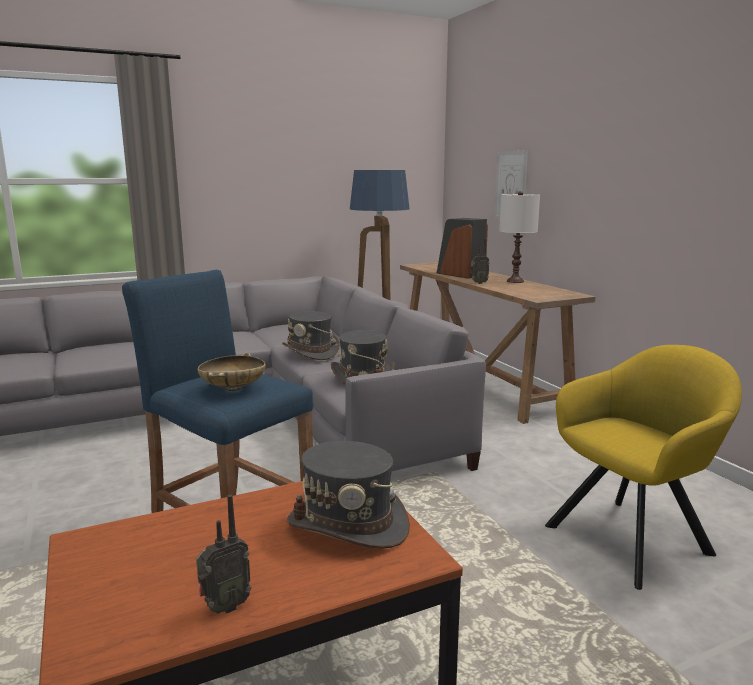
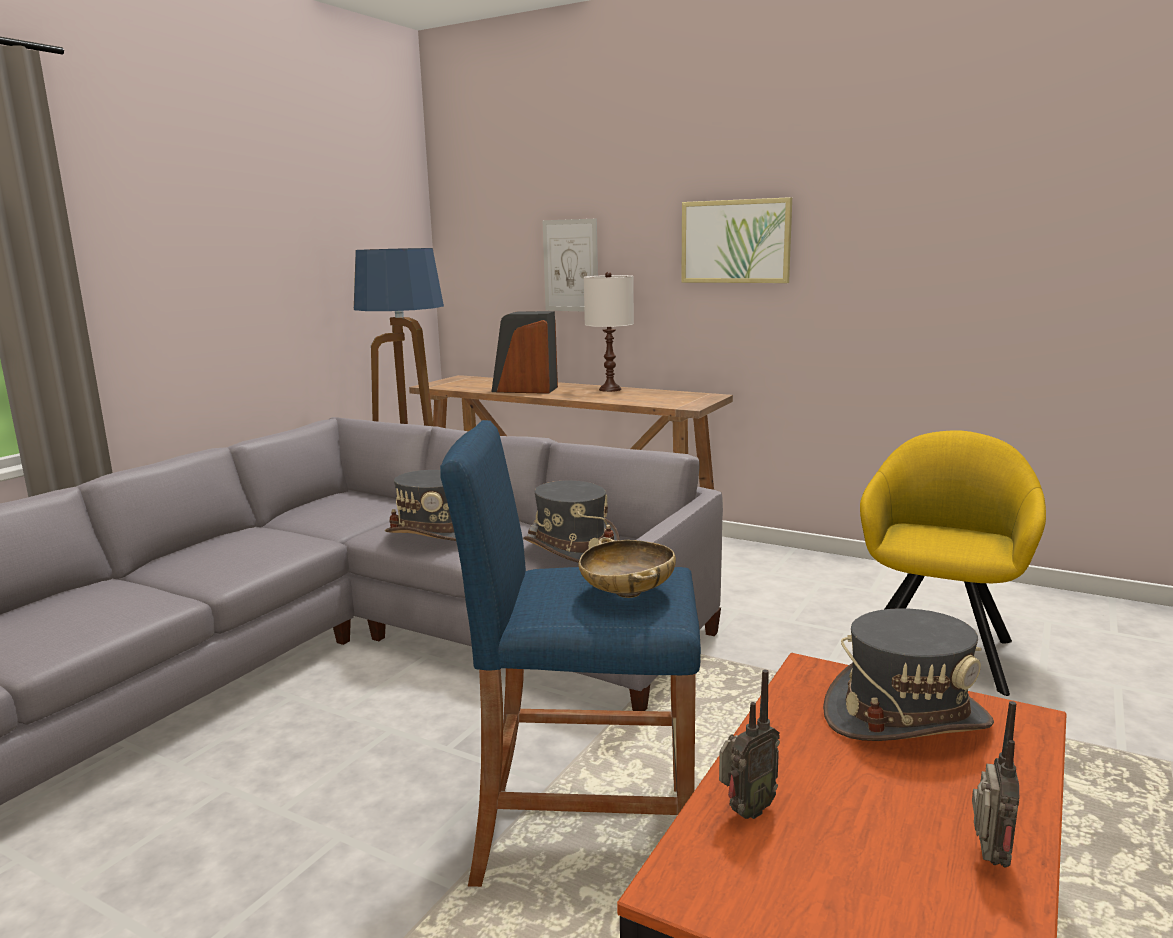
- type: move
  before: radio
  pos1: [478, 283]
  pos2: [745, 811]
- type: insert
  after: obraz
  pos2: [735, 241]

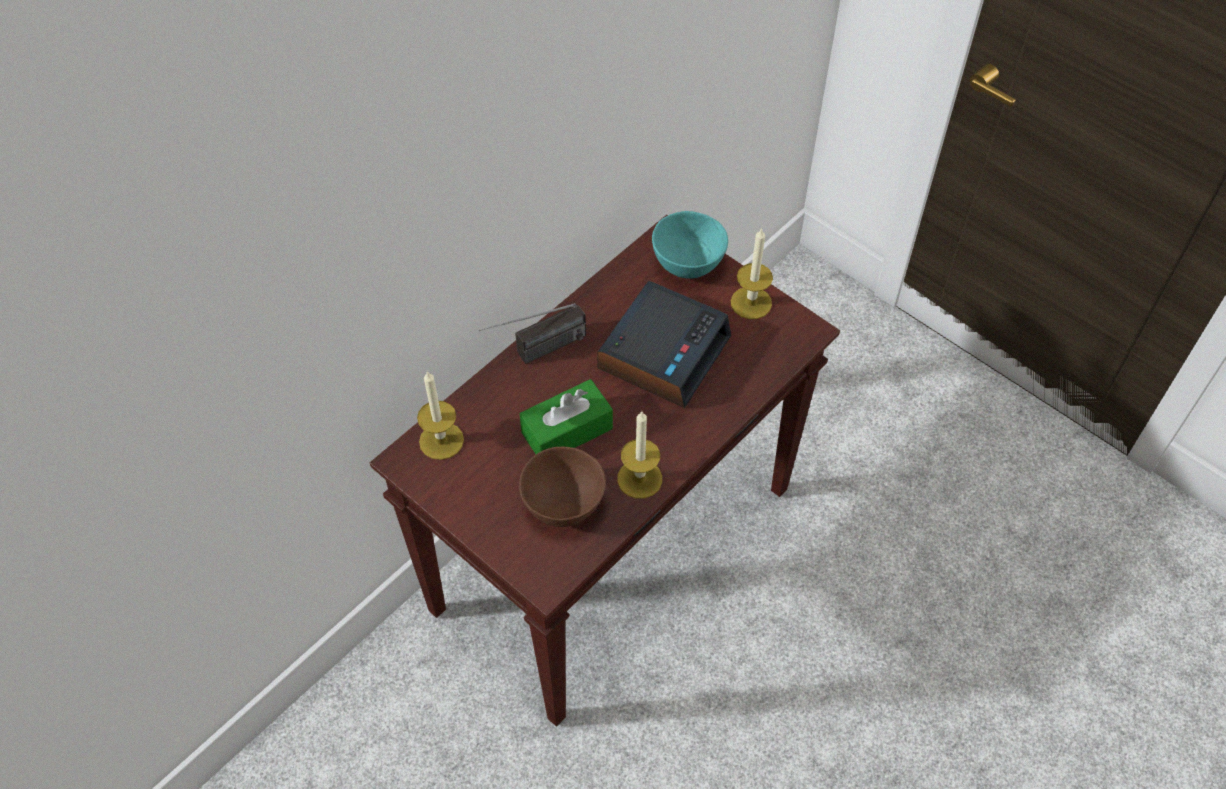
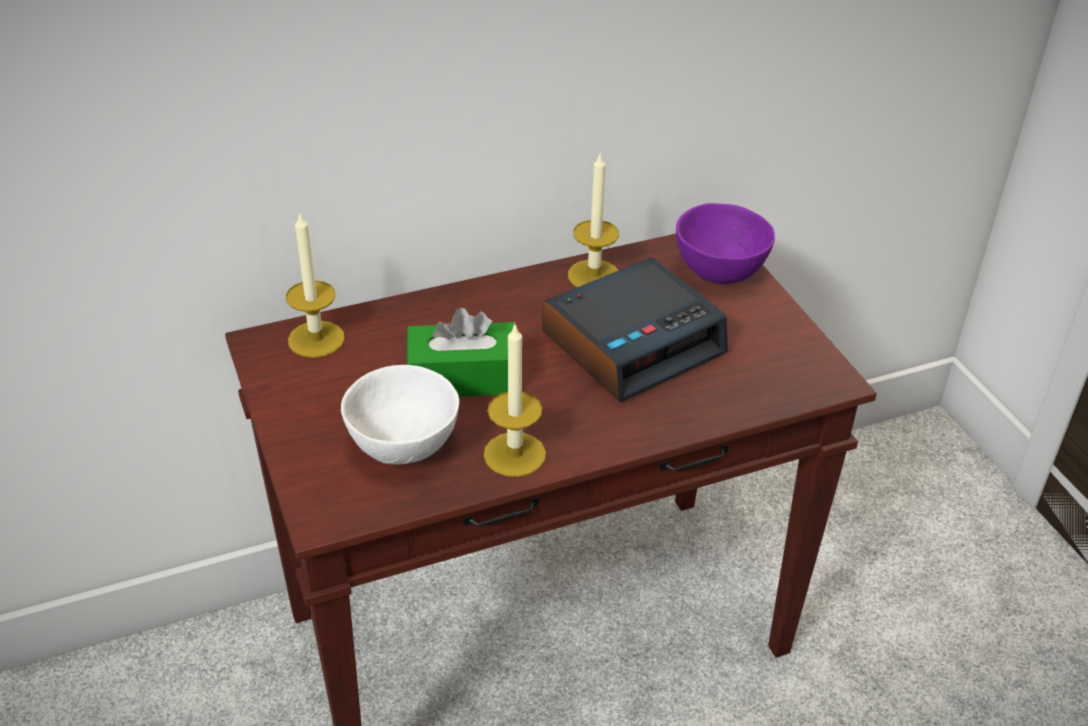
- type: delete
  before: radio
  pos1: [536, 353]
- type: recolor
  before: miska/brązowy
  after: miska/biały
  pos1: [565, 505]
  pos2: [405, 448]
- type: recolor
  before: miska/turkusowy
  after: miska/fioletowy
  pos1: [687, 264]
  pos2: [718, 272]
- type: move
  before: świeca
  pos1: [751, 303]
  pos2: [593, 275]

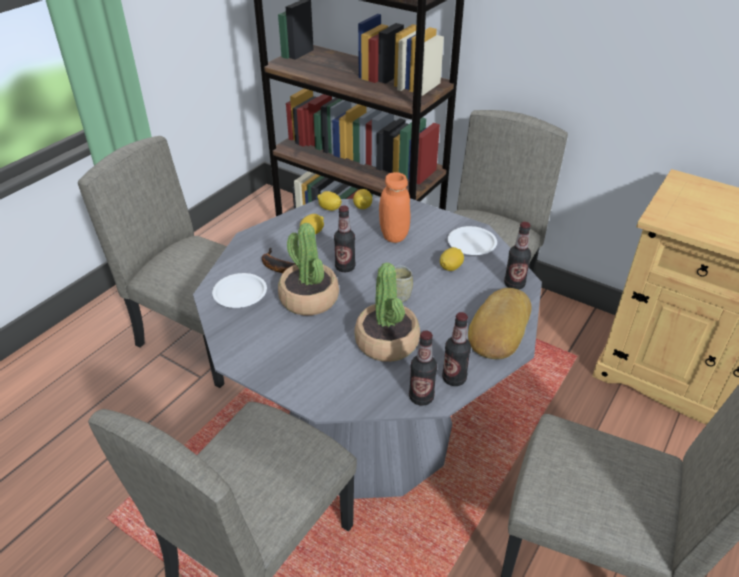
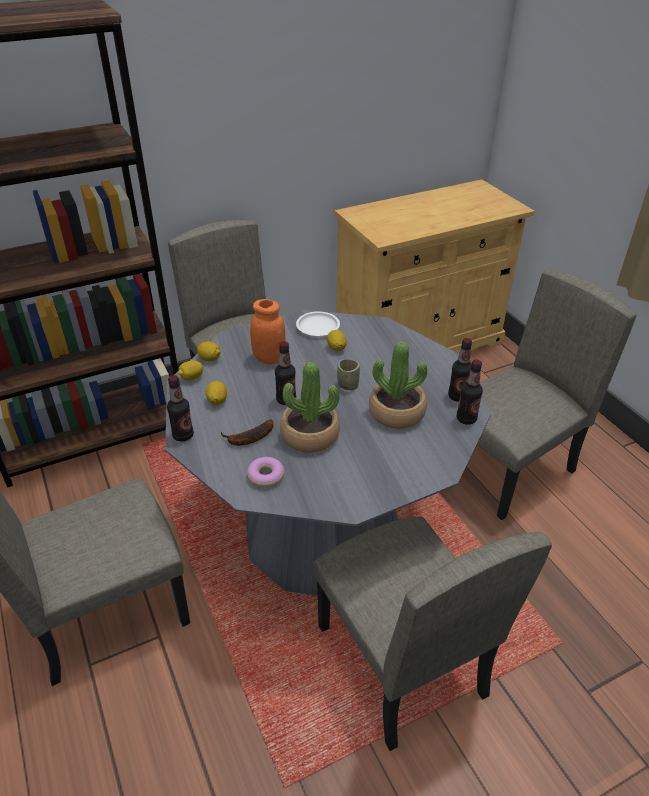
- type: replace
  before: talerz/biały
  after: donut
  pos1: [240, 294]
  pos2: [265, 476]
- type: delete
  before: chleb
  pos1: [497, 328]
- type: move
  before: butelka
  pos1: [514, 284]
  pos2: [183, 435]

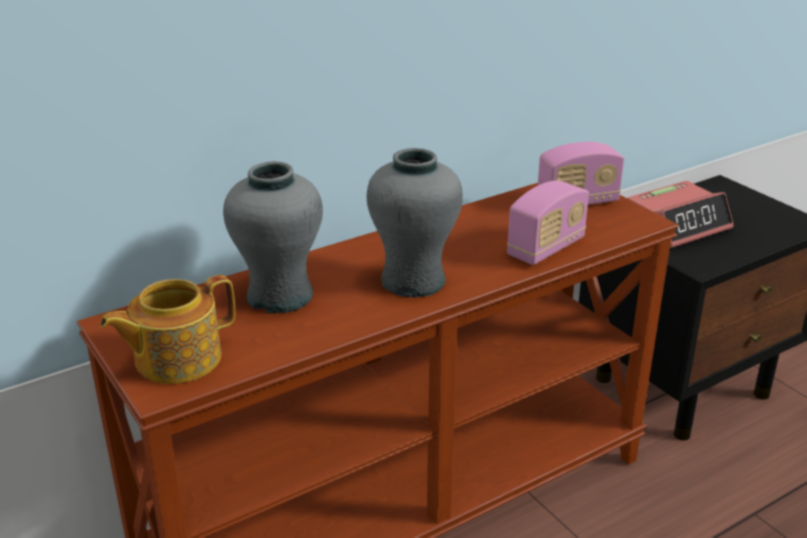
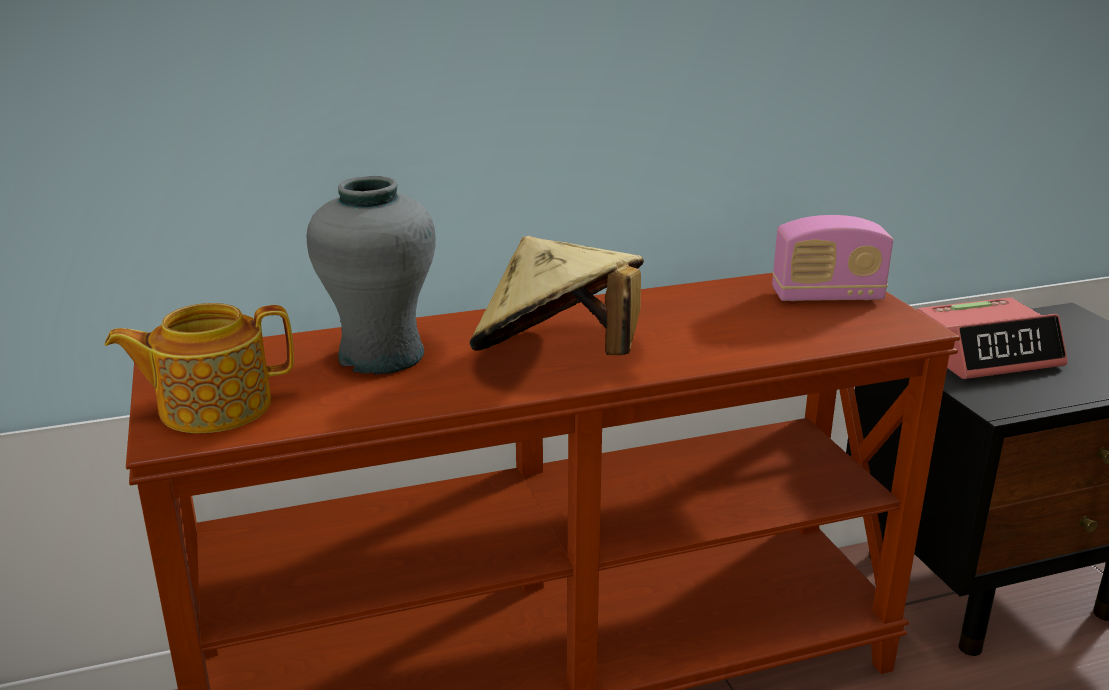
- type: replace
  before: wazon/szary
  after: kapelusz/beżowy
  pos1: [412, 280]
  pos2: [557, 358]
- type: delete
  before: radio
  pos1: [546, 248]

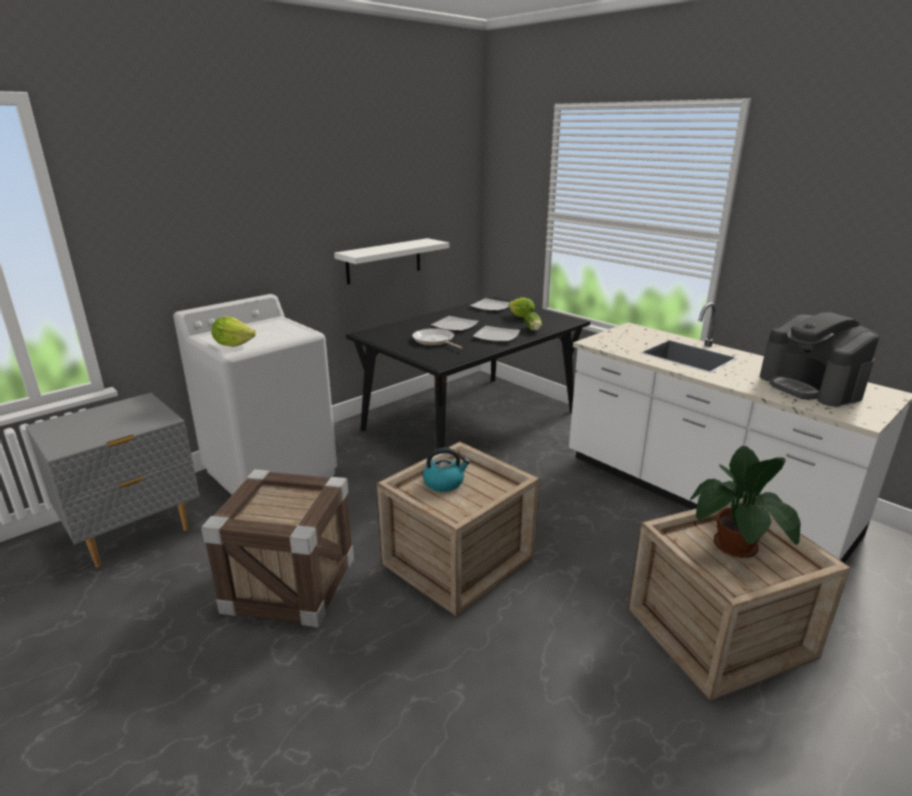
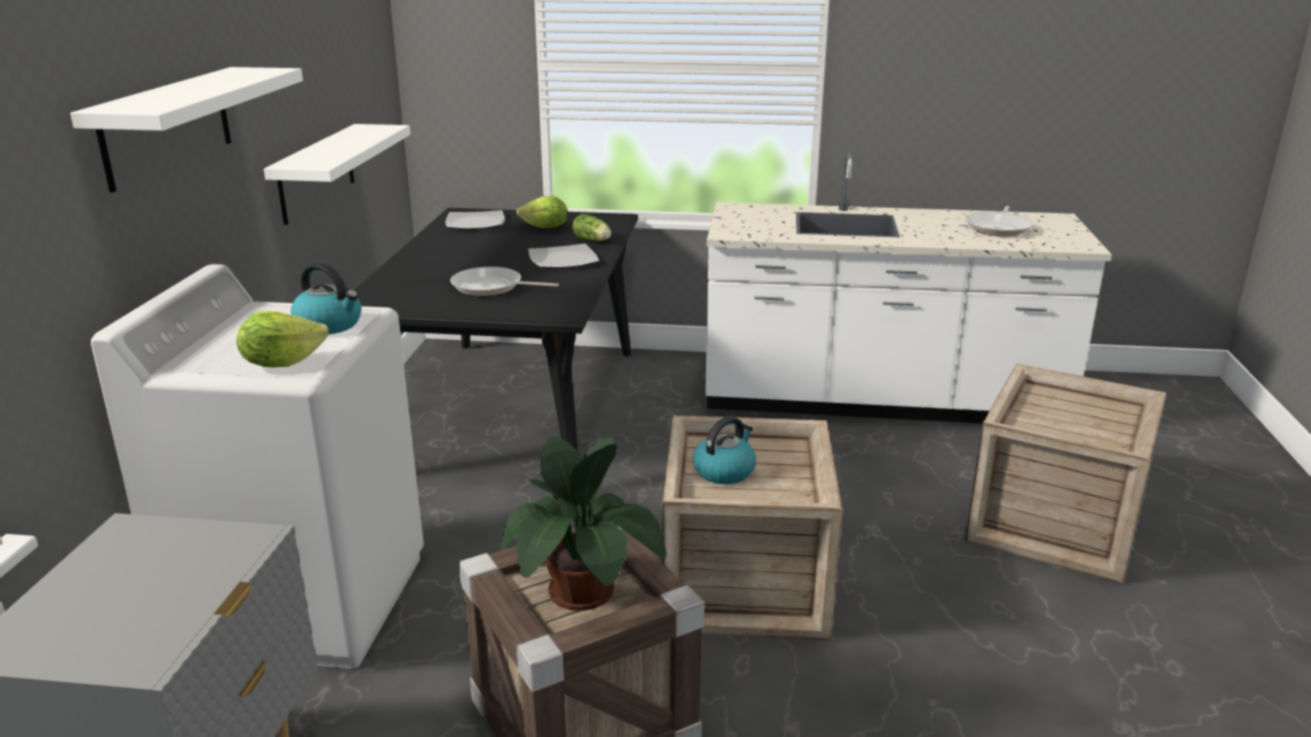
- type: delete
  before: talerz
  pos1: [455, 326]
- type: move
  before: roślina doniczkowa
  pos1: [735, 546]
  pos2: [582, 594]
- type: replace
  before: ekspres do kawy
  after: patelnia
  pos1: [810, 387]
  pos2: [998, 228]
- type: insert
  after: półka/biały
  pos2: [167, 126]
- type: insert
  after: czajnik
  pos2: [330, 325]

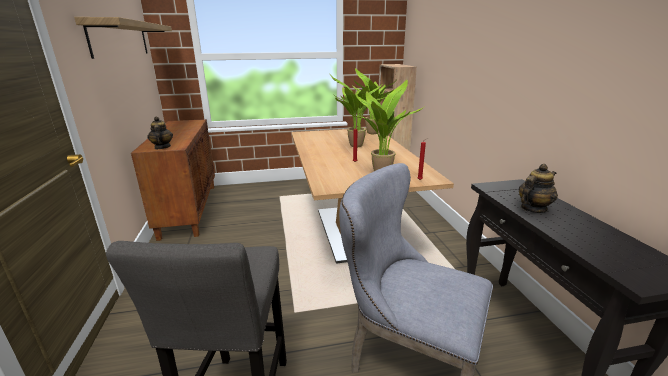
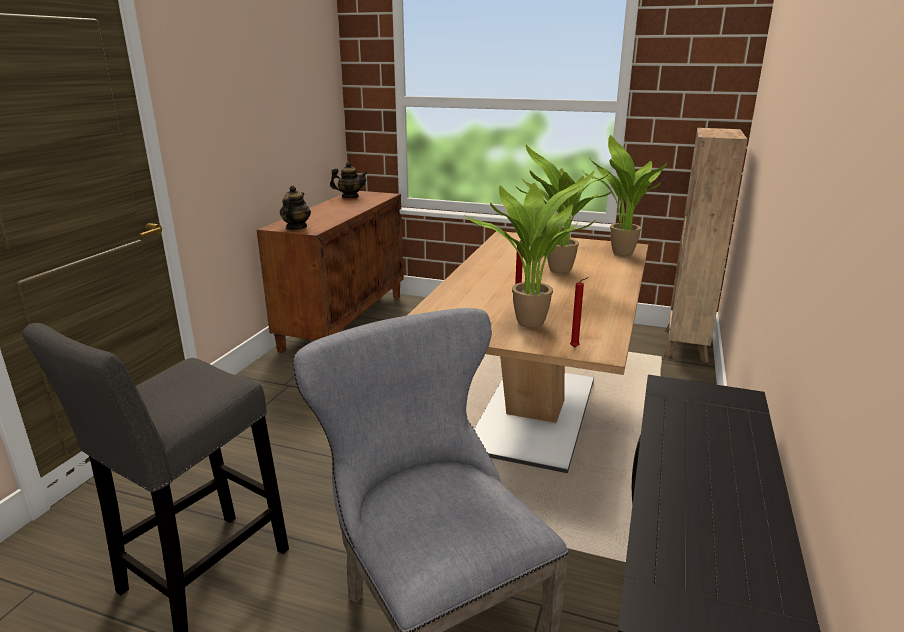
- type: delete
  before: półka
  pos1: [120, 39]
- type: move
  before: imbryk
  pos1: [532, 208]
  pos2: [350, 197]

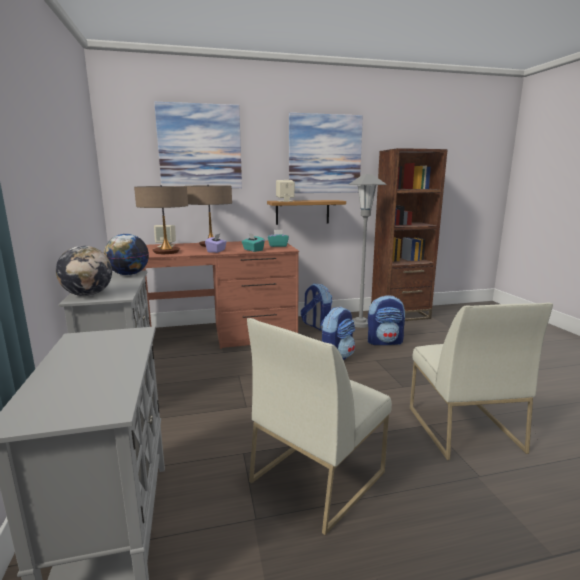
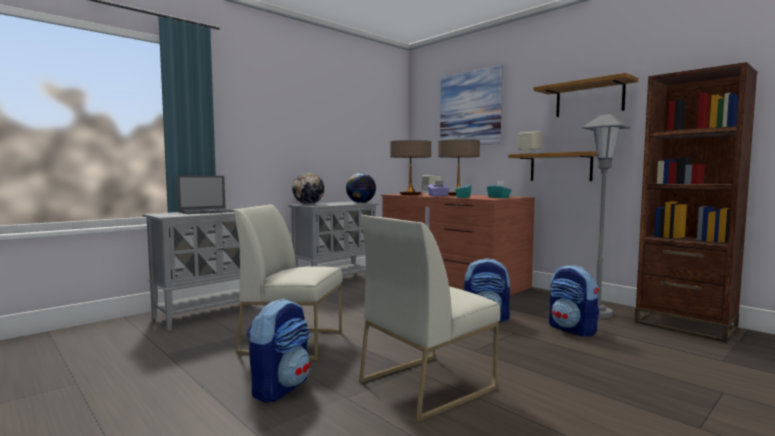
- type: replace
  before: obraz
  after: półka
  pos1: [325, 154]
  pos2: [589, 99]
- type: move
  before: plecak
  pos1: [316, 326]
  pos2: [280, 387]
- type: insert
  after: laptop
  pos2: [207, 211]

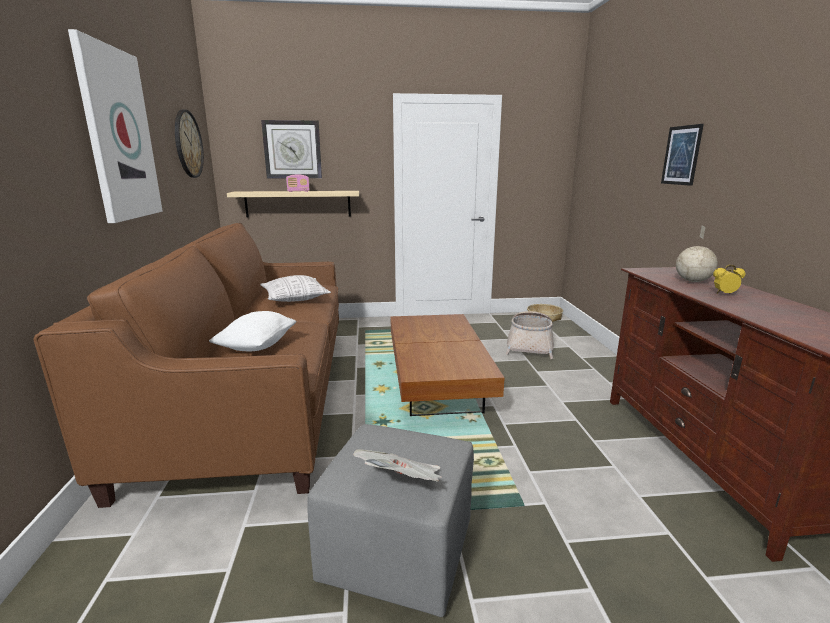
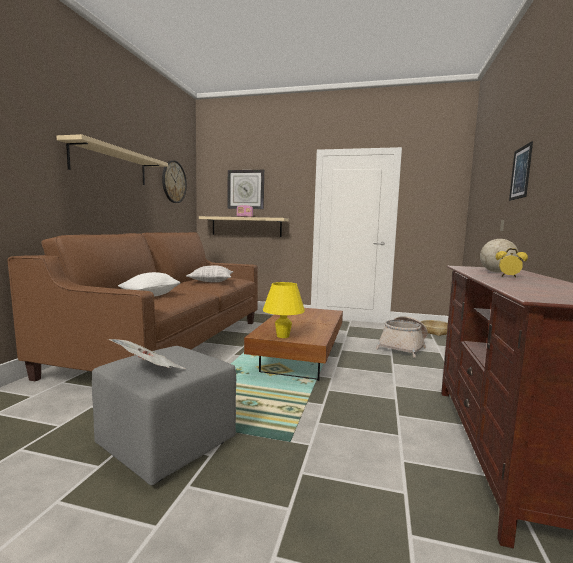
- type: replace
  before: obraz
  after: półka/beżowy
  pos1: [118, 135]
  pos2: [110, 165]
- type: insert
  after: lampa stołowa/żółty
  pos2: [283, 336]

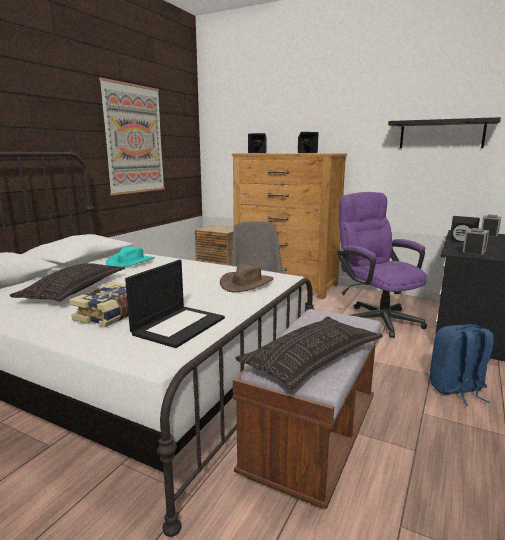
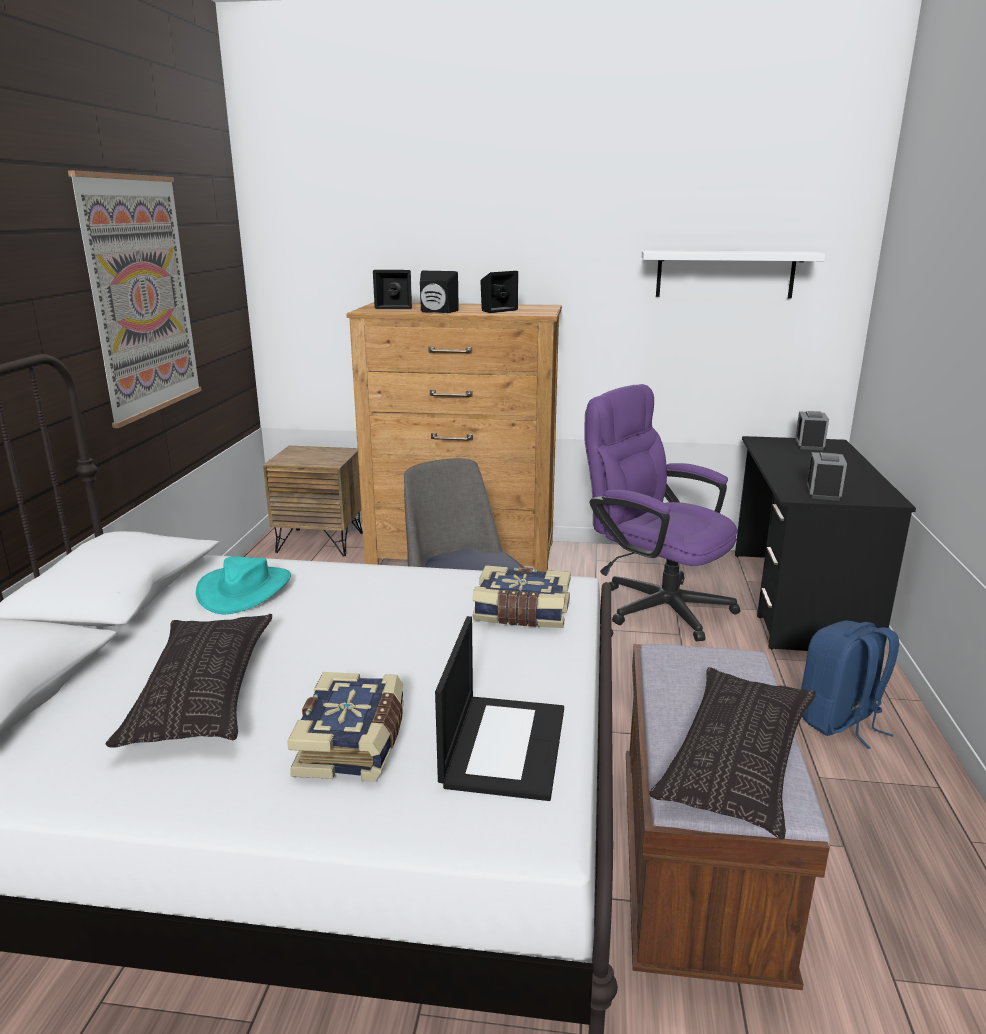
- type: replace
  before: kapelusz/brązowy
  after: książka
  pos1: [246, 283]
  pos2: [521, 613]
- type: recolor
  before: półka/czarny
  after: półka/biały
  pos1: [441, 134]
  pos2: [725, 274]
- type: move
  before: głośnik/czarny
  pos1: [461, 241]
  pos2: [436, 312]

